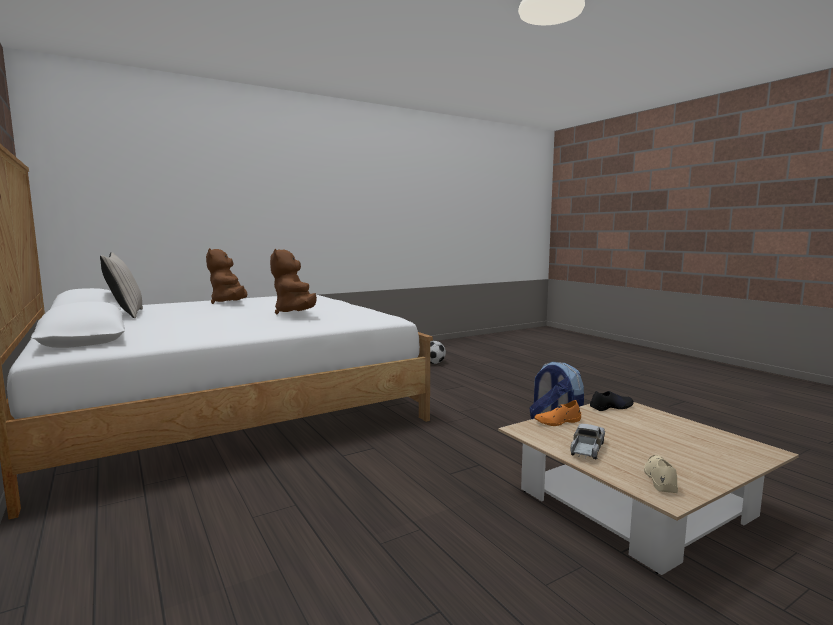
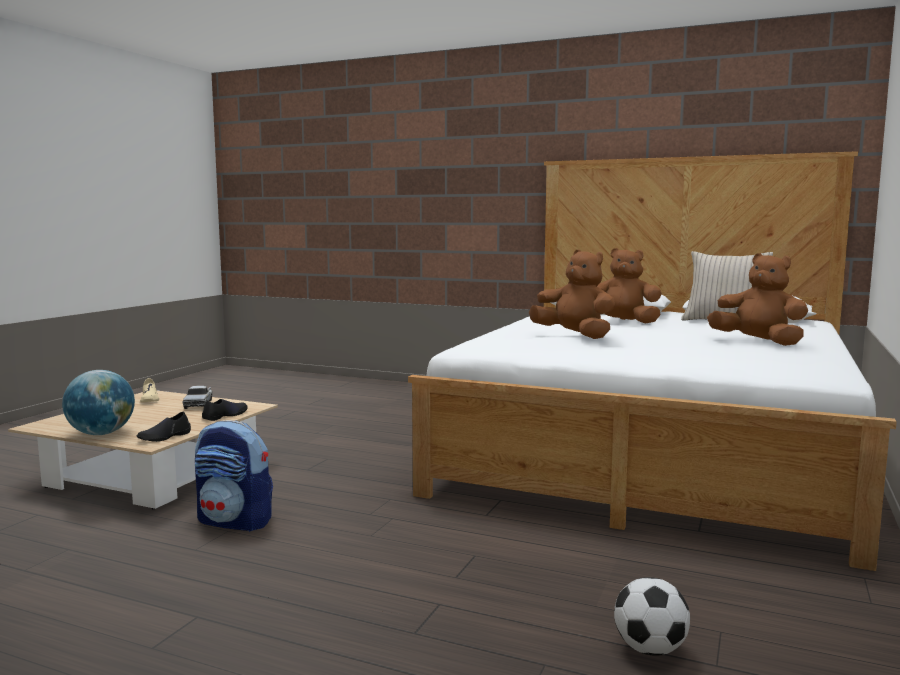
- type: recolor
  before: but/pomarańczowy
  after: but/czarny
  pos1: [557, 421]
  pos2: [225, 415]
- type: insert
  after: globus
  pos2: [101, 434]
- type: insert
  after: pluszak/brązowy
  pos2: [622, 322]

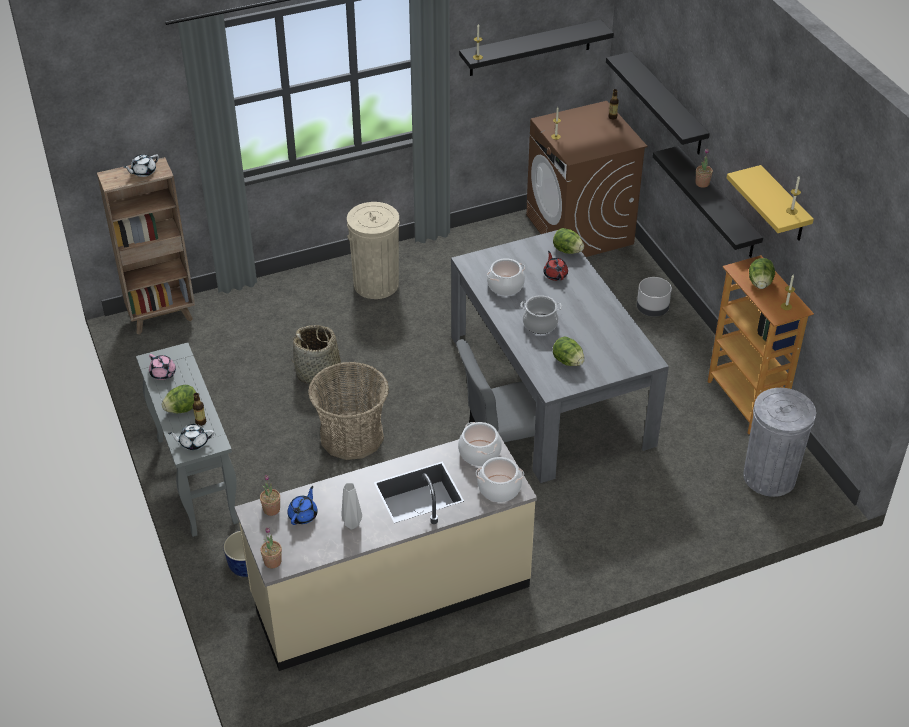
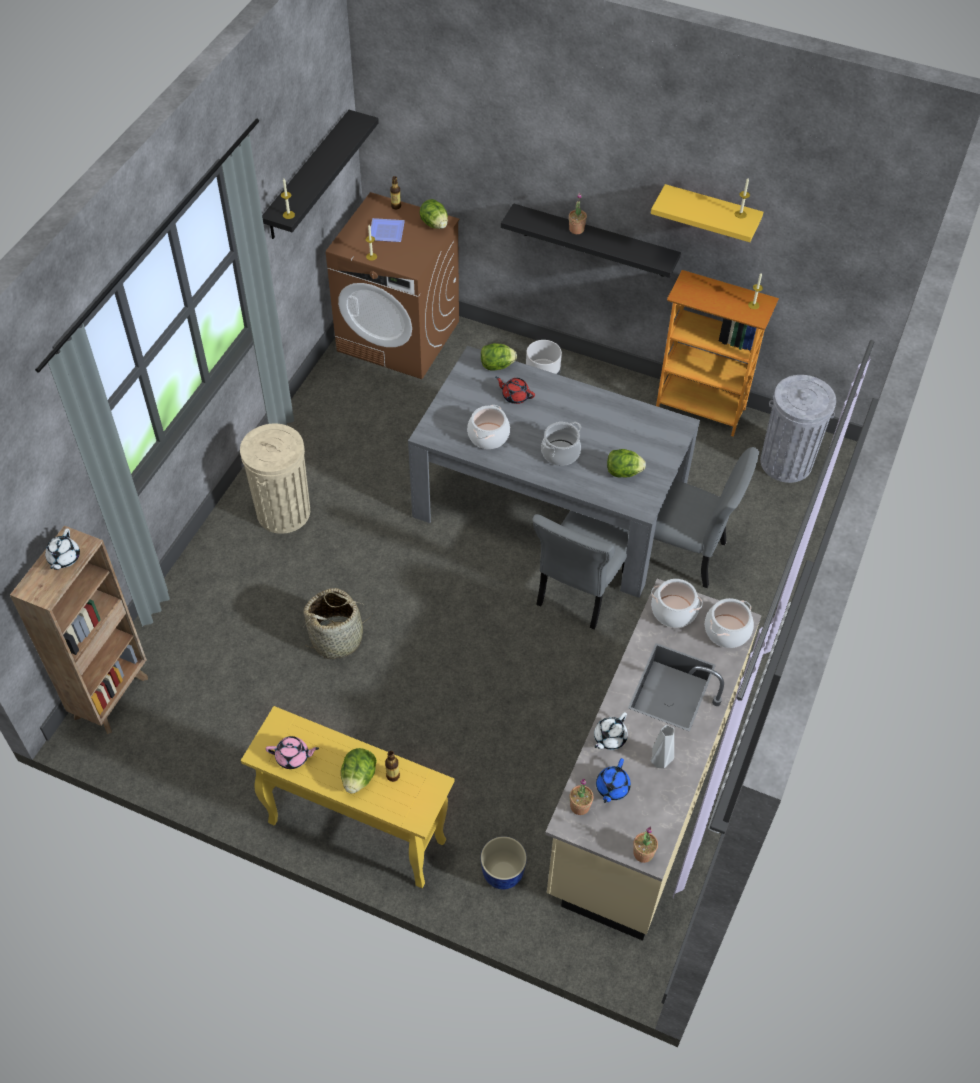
- type: recolor
  before: stolik konsolowy/szary
  after: stolik konsolowy/żółty
  pos1: [196, 479]
  pos2: [355, 832]
- type: move
  before: imbryk/biały
  pos1: [193, 443]
  pos2: [609, 738]
- type: rotate
  before: imbryk/niebieski
  pos1: [303, 515]
  pos2: [612, 788]
  turn: -135
- type: delete
  before: koszyk
  pos1: [351, 436]
- type: delete
  before: półka/czarny
  pos1: [667, 104]
- type: move
  before: sałata
  pos1: [760, 283]
  pos2: [434, 224]
- type: insert
  after: talerz
  pos2: [385, 231]
- type: insert
  after: krzesło/szary
  pos2: [684, 554]

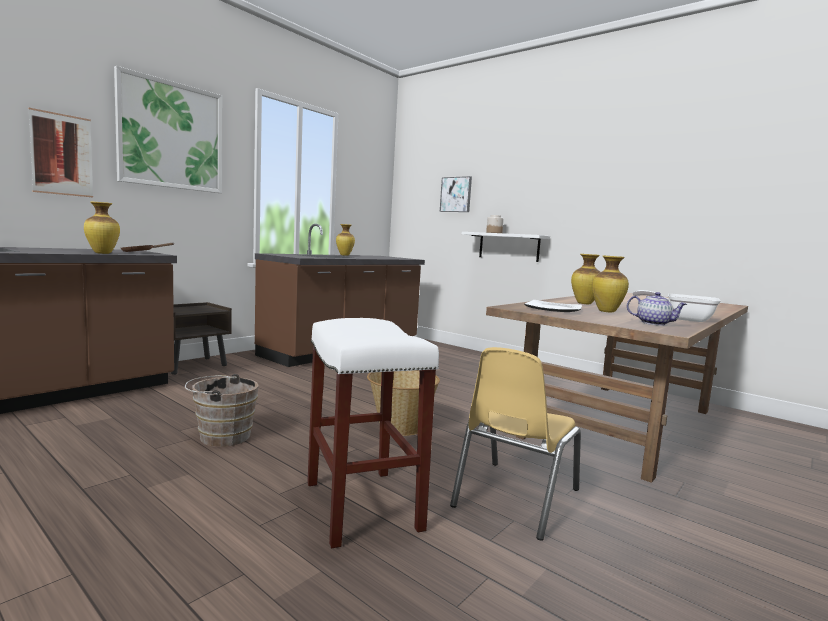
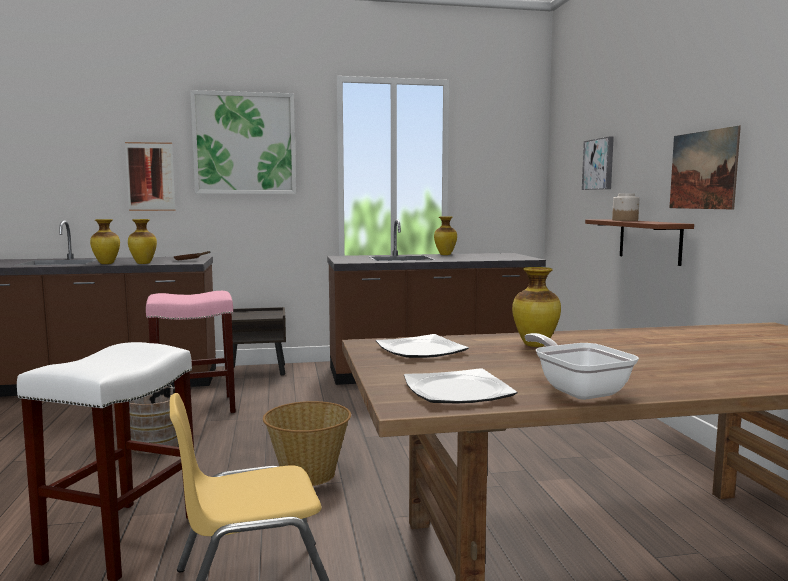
- type: recolor
  before: półka/biały
  after: półka/brązowy
  pos1: [508, 246]
  pos2: [649, 241]
- type: move
  before: wazon
  pos1: [607, 311]
  pos2: [107, 264]
- type: replace
  before: imbryk
  after: talerz
  pos1: [654, 323]
  pos2: [458, 391]
- type: insert
  after: stołek/różowy
  pos2: [193, 407]
- type: insert
  after: obraz
  pos2: [703, 170]

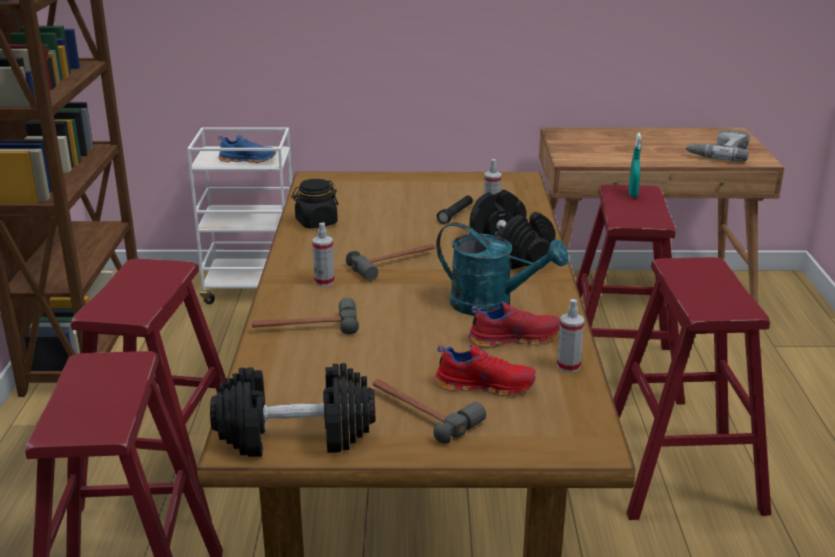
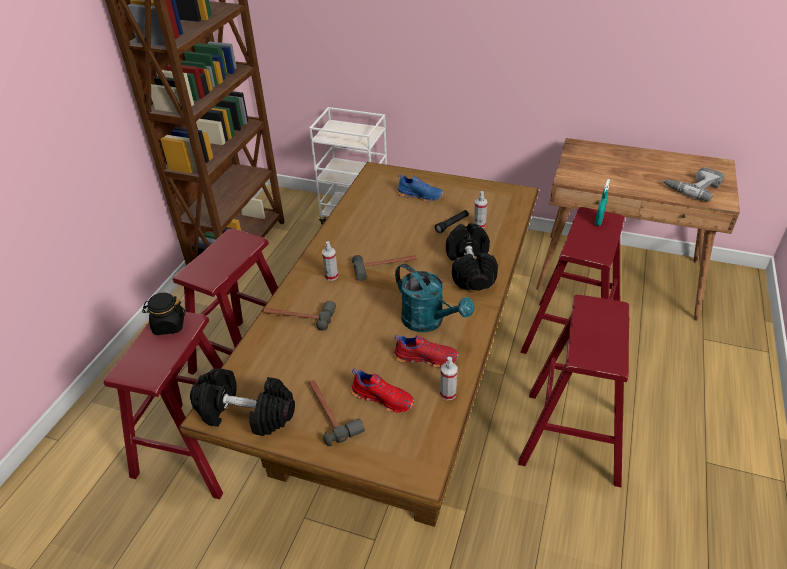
- type: move
  before: but/niebieski
  pos1: [248, 160]
  pos2: [420, 195]
- type: move
  before: słoik/czarny
  pos1: [316, 222]
  pos2: [169, 325]

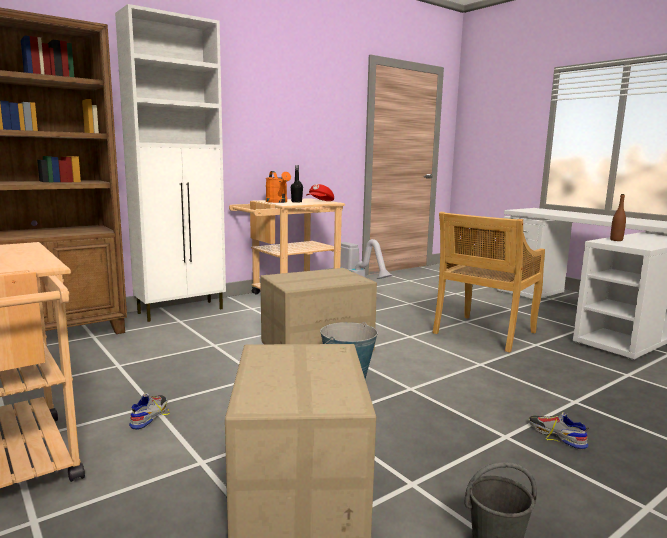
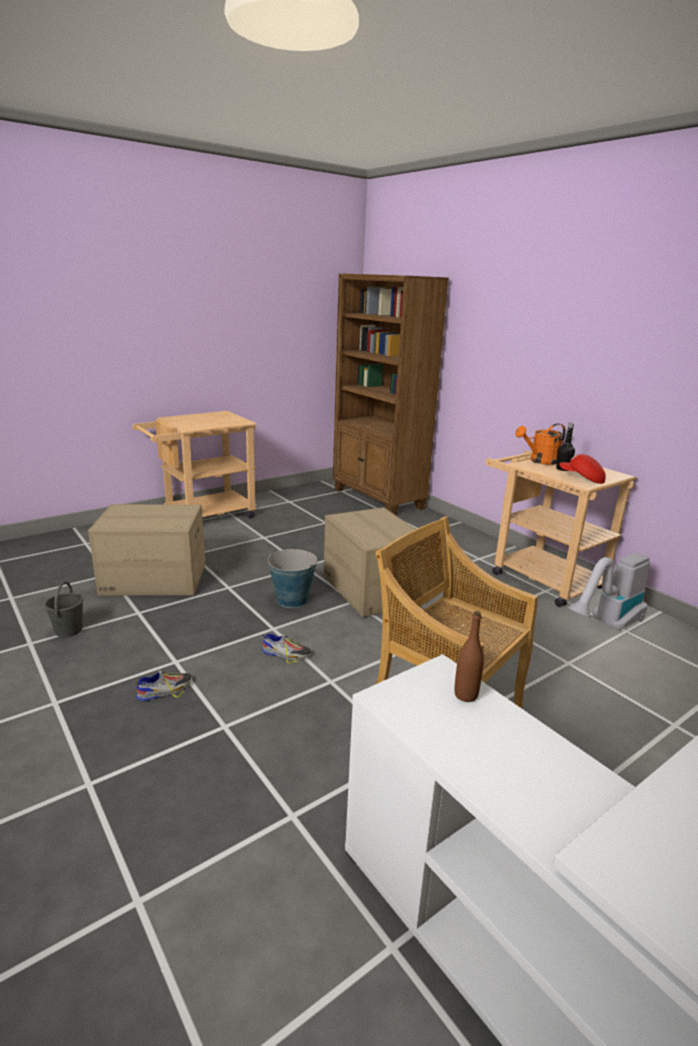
- type: delete
  before: szafka/biały
  pos1: [182, 311]
- type: move
  before: but
  pos1: [149, 415]
  pos2: [286, 653]

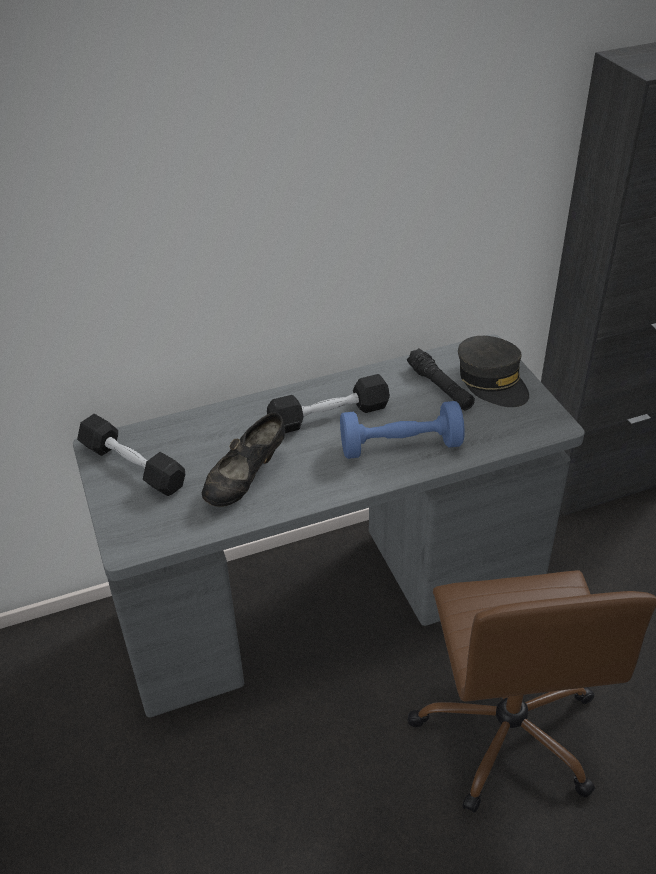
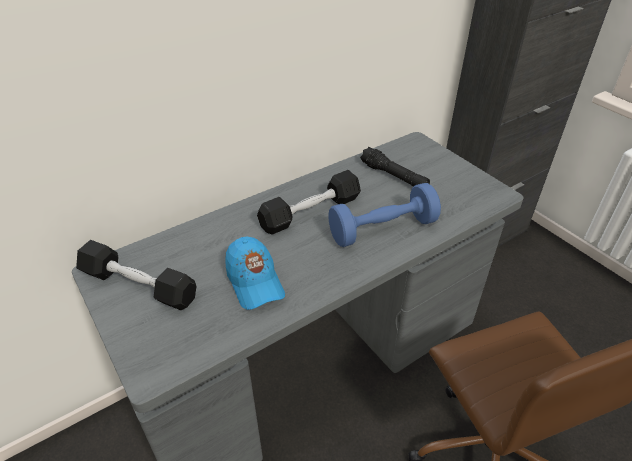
- type: replace
  before: but/czarny
  after: czapka z daszkiem/niebieski
  pos1: [246, 480]
  pos2: [254, 282]
- type: delete
  before: czapka z daszkiem/szary
  pos1: [492, 382]

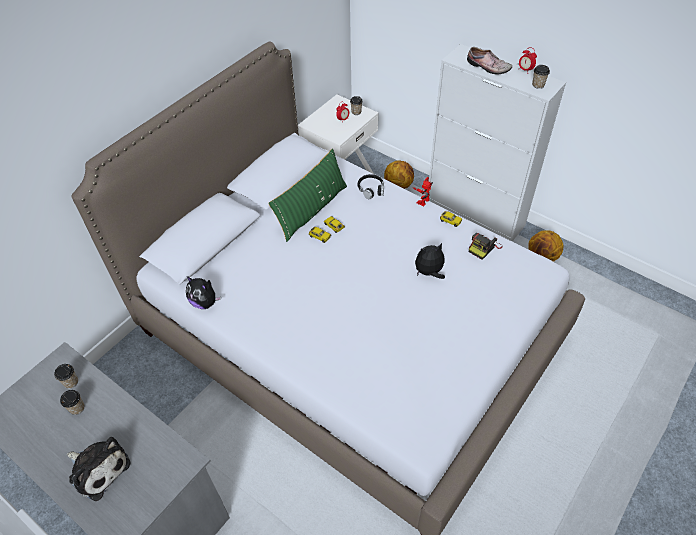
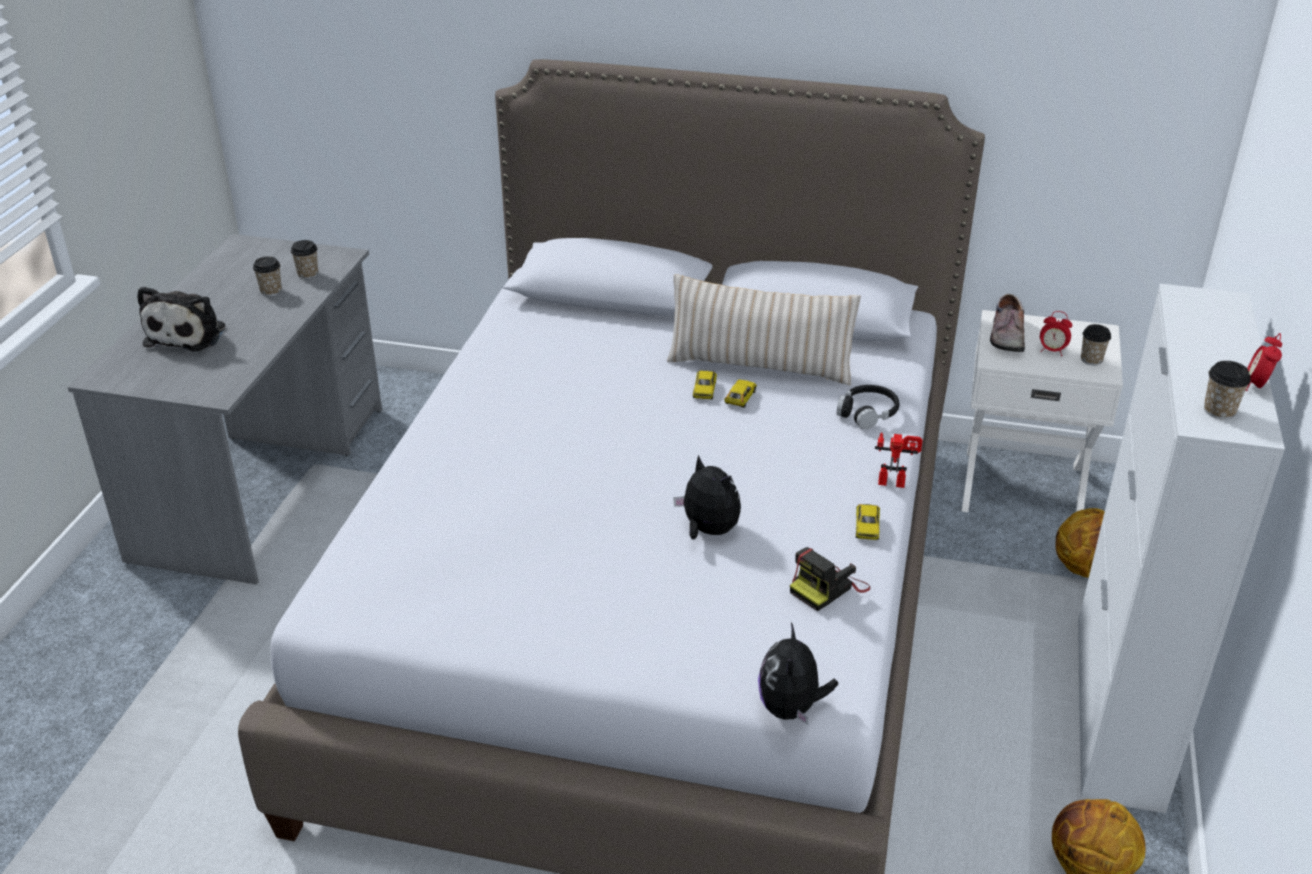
- type: move
  before: pluszak
  pos1: [205, 302]
  pos2: [791, 708]
- type: recolor
  before: poduszka/zielony
  after: poduszka/beżowy
  pos1: [312, 210]
  pos2: [759, 366]
- type: move
  before: but
  pos1: [487, 67]
  pos2: [1005, 335]
- type: rotate
  before: aparat fotograficzny
  pos1: [484, 247]
  pos2: [828, 588]
  turn: -60

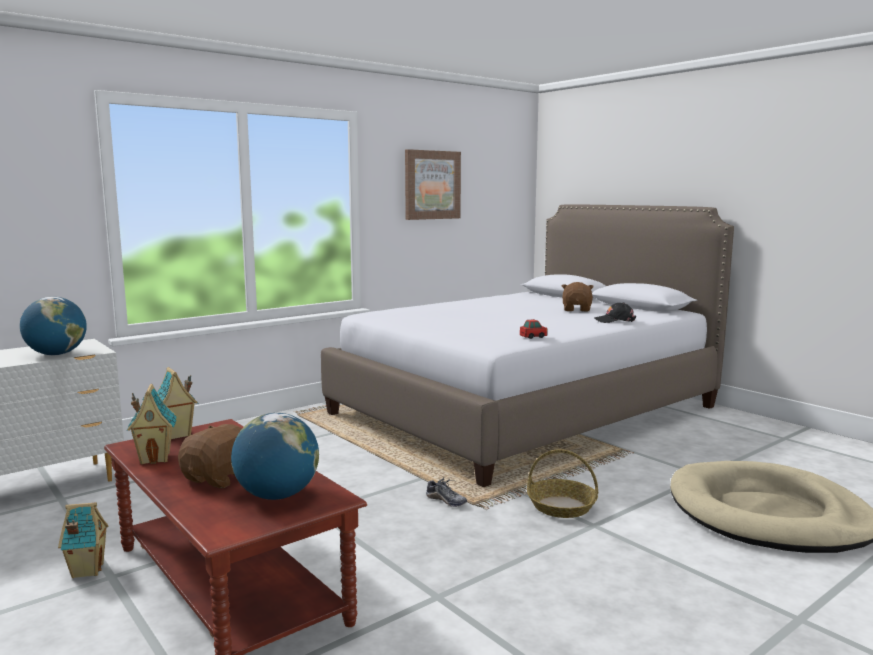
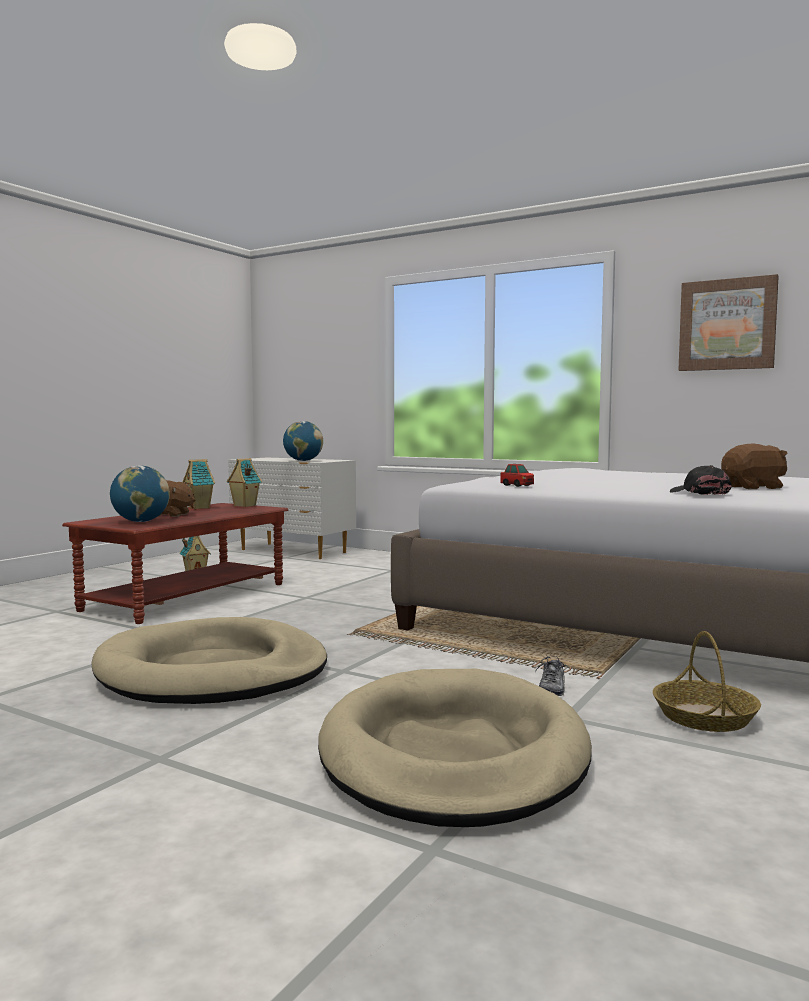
- type: move
  before: but
  pos1: [446, 501]
  pos2: [552, 688]
- type: move
  before: koszyk
  pos1: [562, 506]
  pos2: [705, 717]
- type: insert
  after: legowisko/beżowy
  pos2: [212, 672]

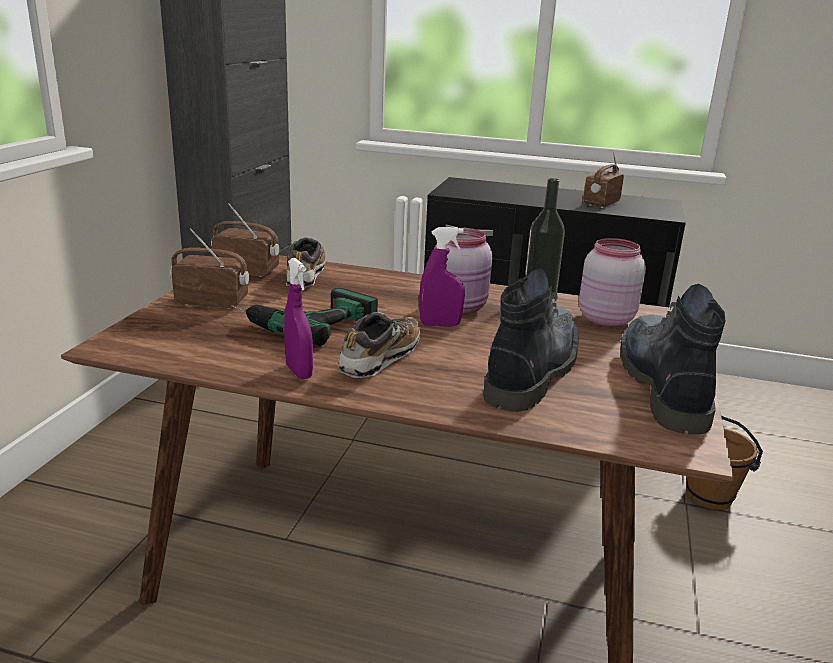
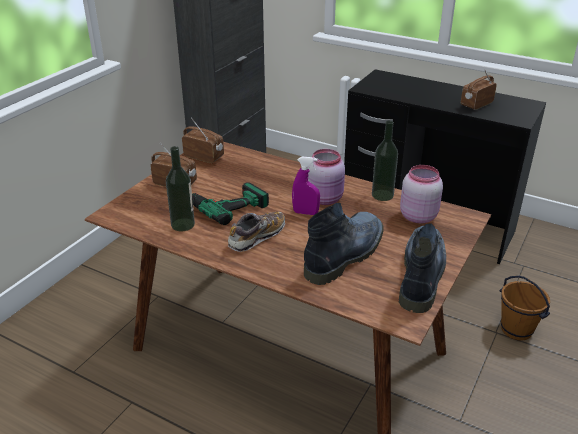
- type: delete
  before: spryskiwacz/fioletowy
  pos1: [299, 372]
- type: delete
  before: but
  pos1: [306, 275]
- type: insert
  after: butelka
  pos2: [183, 224]

